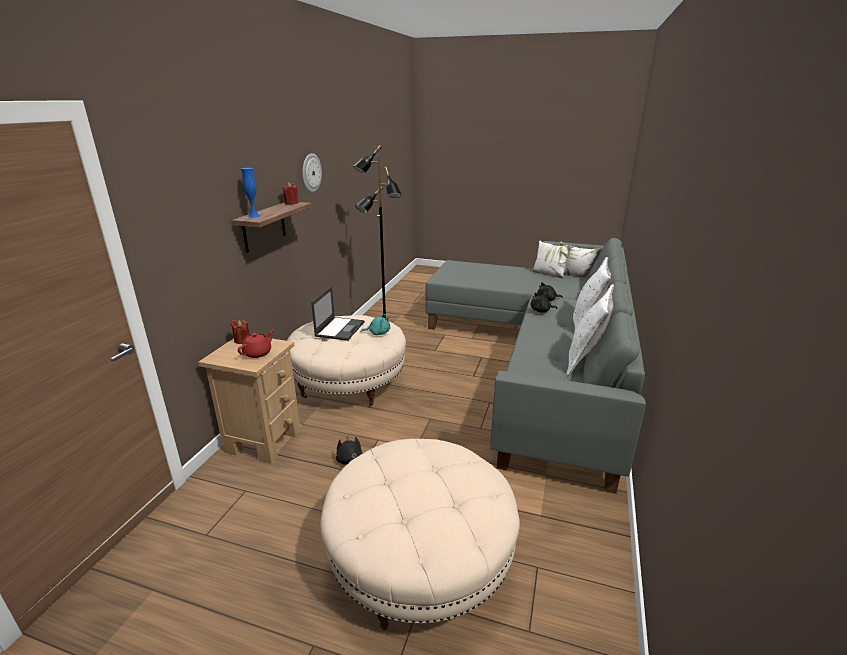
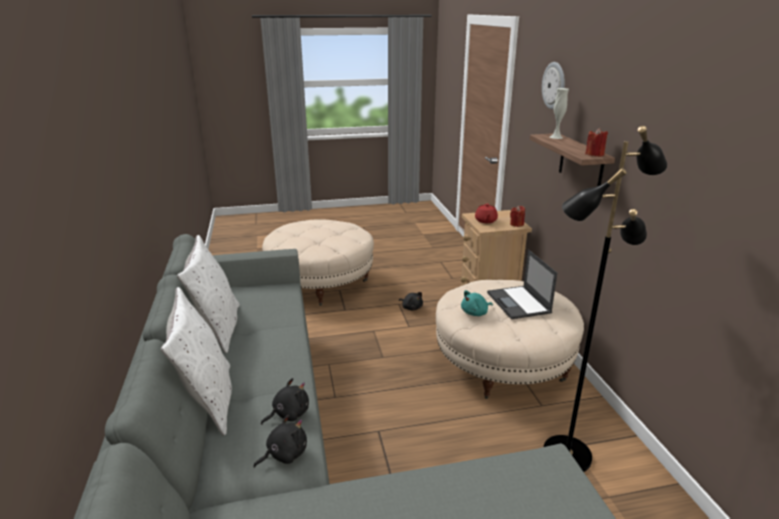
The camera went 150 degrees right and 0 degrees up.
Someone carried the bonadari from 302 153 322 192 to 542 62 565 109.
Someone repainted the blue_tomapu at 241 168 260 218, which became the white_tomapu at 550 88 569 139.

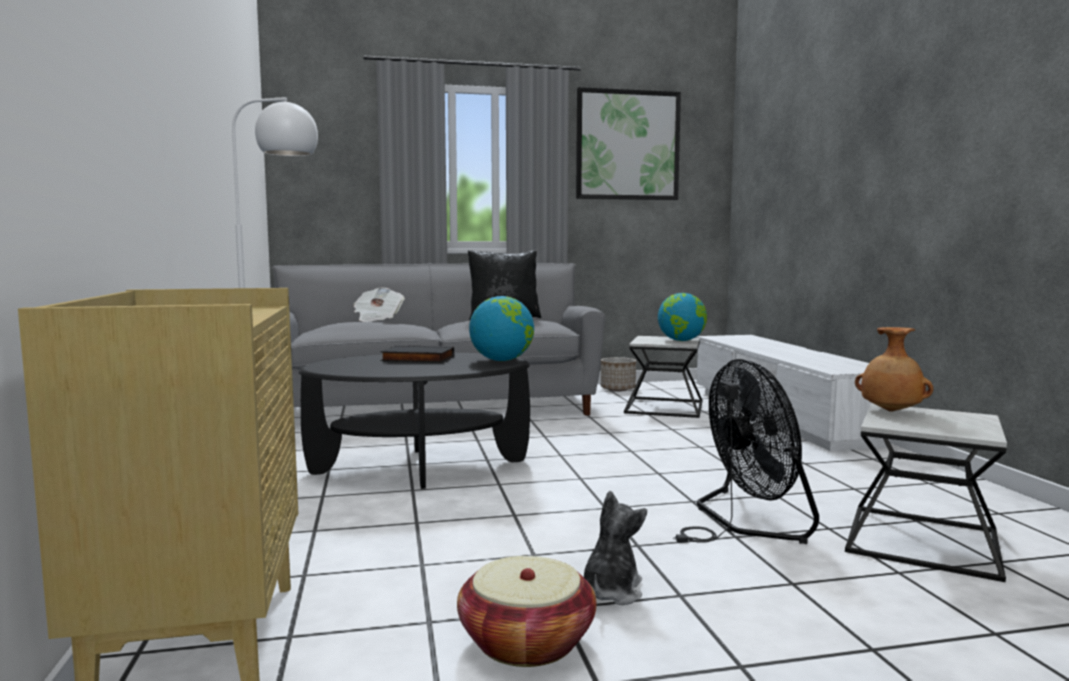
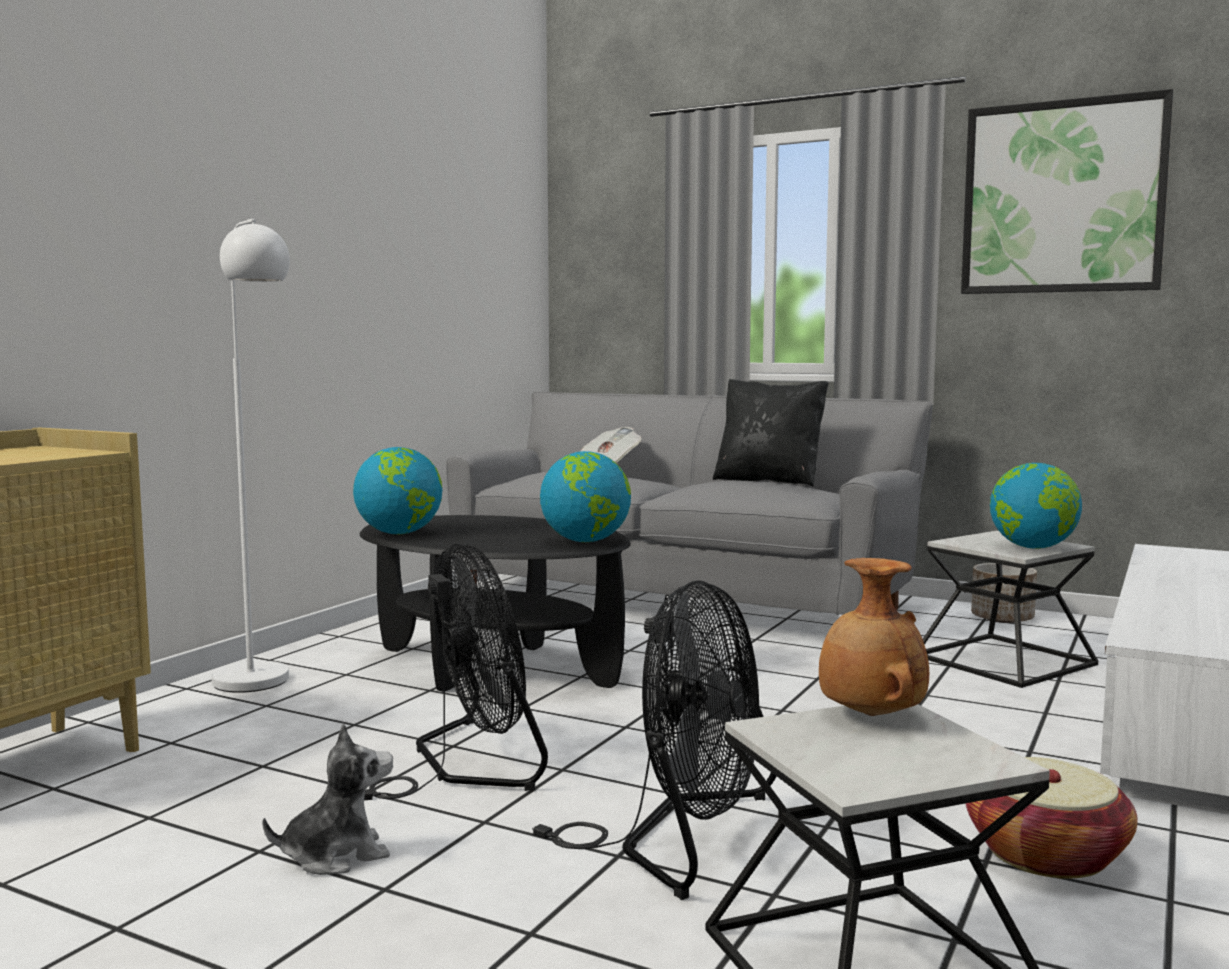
The camera went 40 degrees right and 0 degrees up.
Someone put down the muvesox at 353 447 442 534.
Someone put down the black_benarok at 364 543 548 800.
Someone carried the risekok from 457 556 596 667 to 966 757 1138 879.
Someone took away the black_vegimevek at 380 345 454 363.

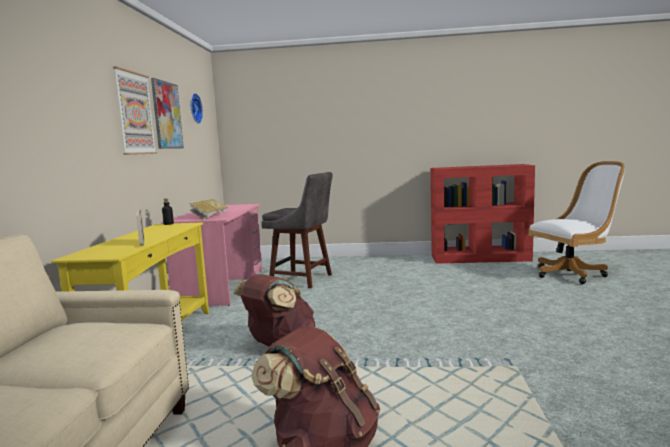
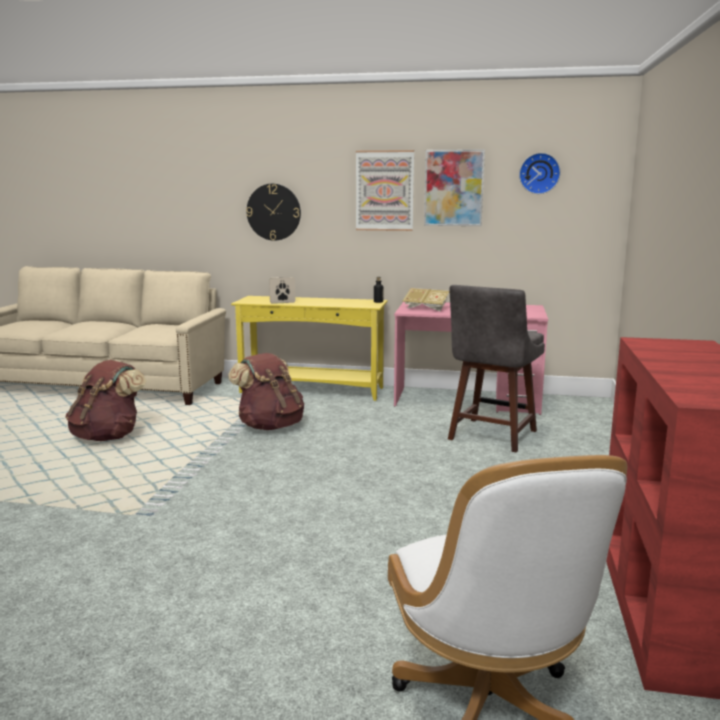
The camera went 95 degrees right and 5 degrees up.
Someone put up the bonadari at 246 184 301 241.

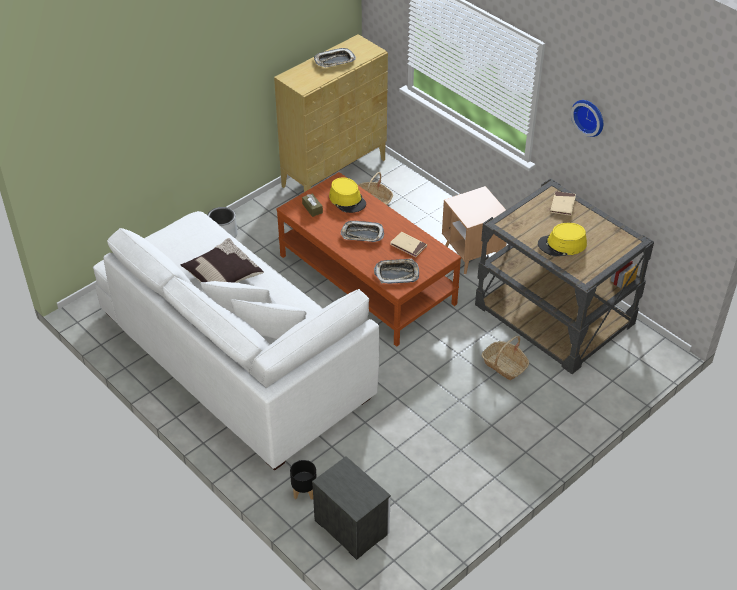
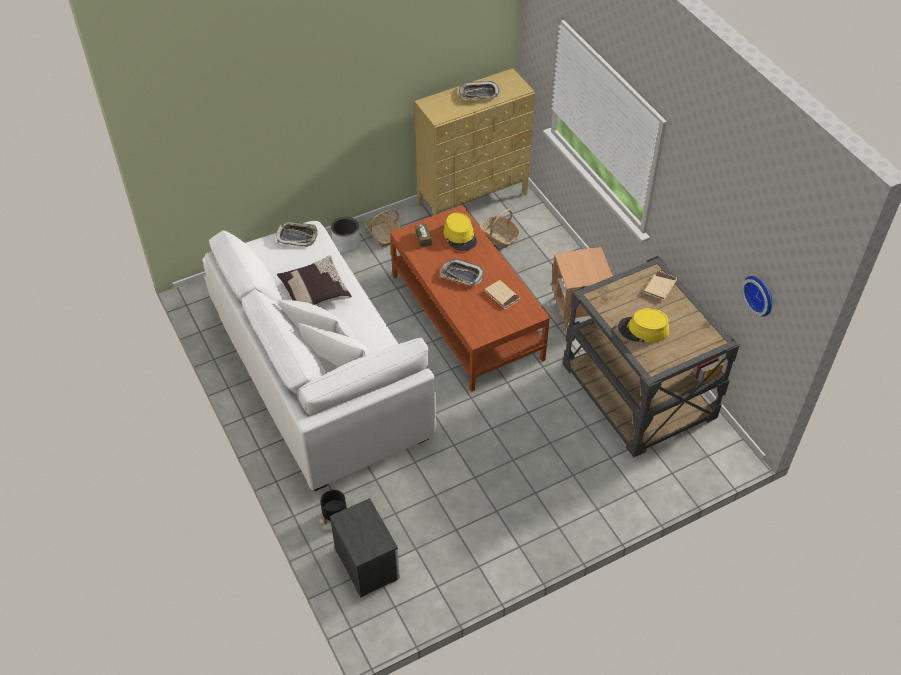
The camera went 15 degrees right and 5 degrees up.
Someone carried the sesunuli from 374 258 419 284 to 276 222 318 247.
Someone carried the risekok from 481 336 529 380 to 365 209 401 247.
Someone carried the bonadari from 571 100 603 137 to 742 276 772 317.

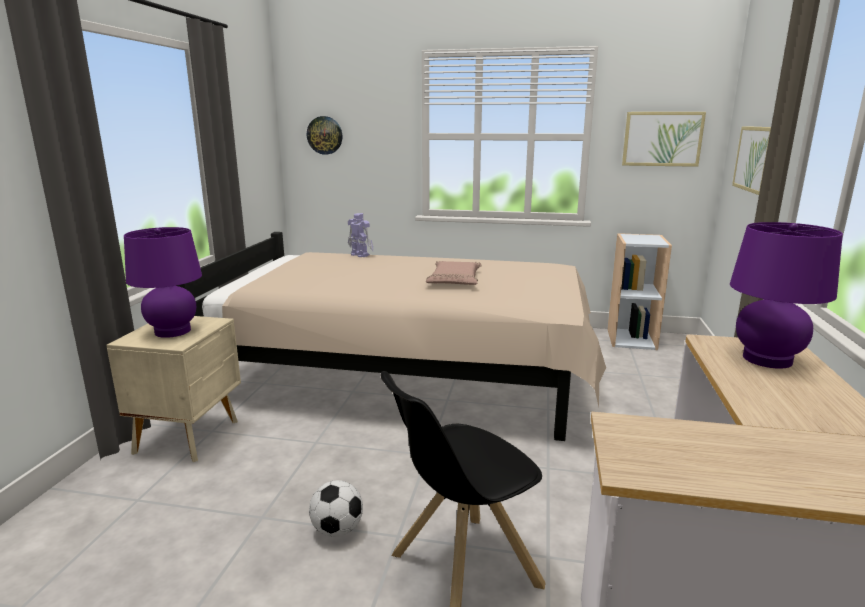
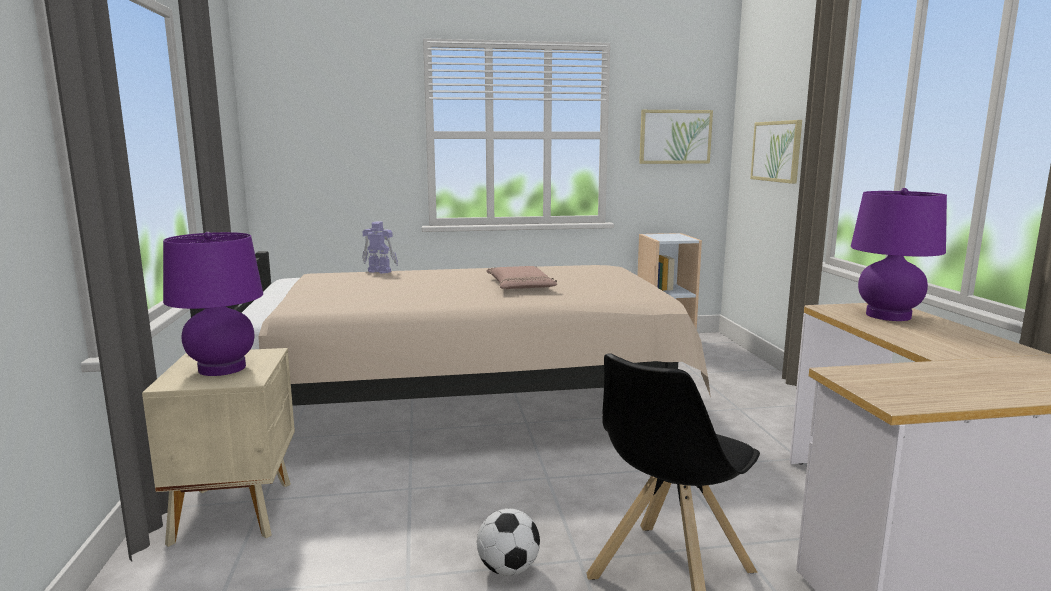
The camera went 20 degrees left and 5 degrees down.
Someone took away the bonadari at 307 116 342 155.

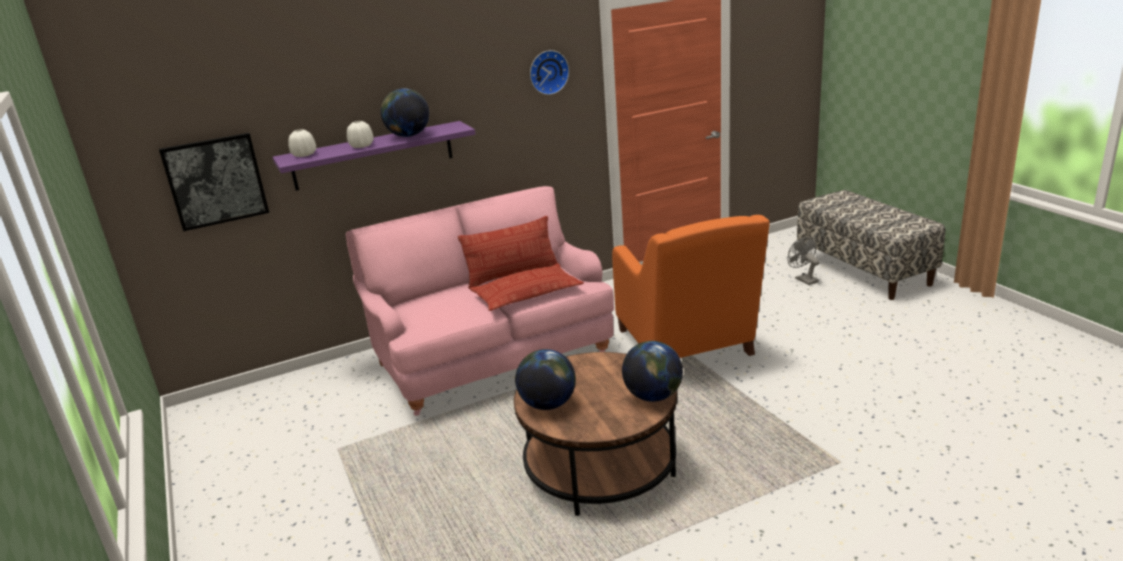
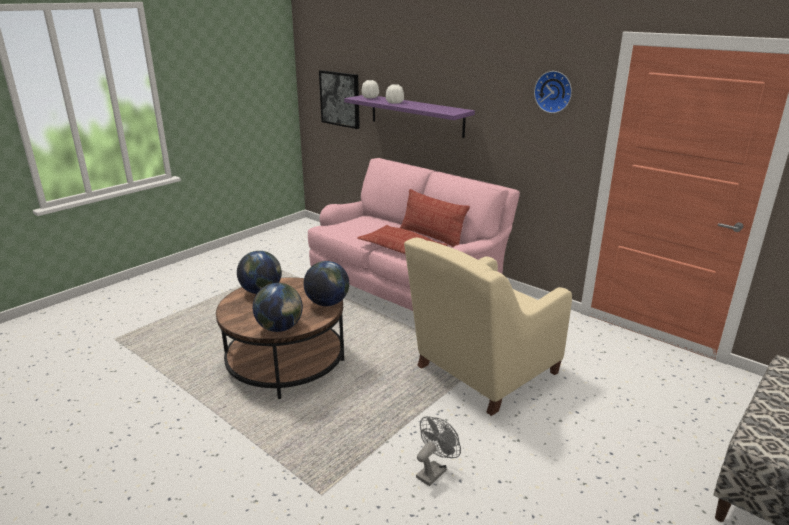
The camera went 65 degrees right and 0 degrees up.
Someone carried the muvesox from 381 89 429 137 to 304 261 349 306.
Someone repainted the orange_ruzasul at 612 215 770 358, which became the beige_ruzasul at 404 238 572 416.
Someone carried the grey_benarok from 788 236 820 285 to 416 416 461 486.

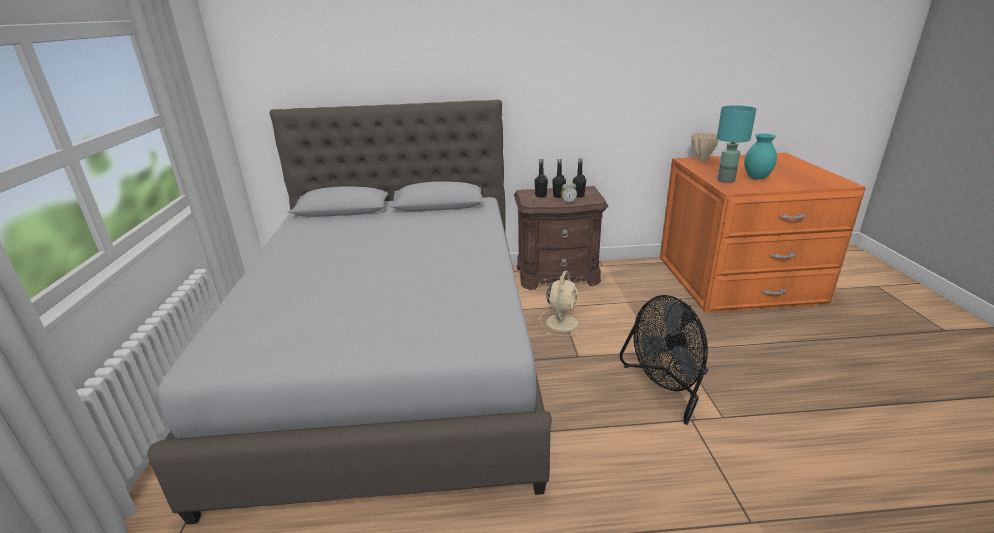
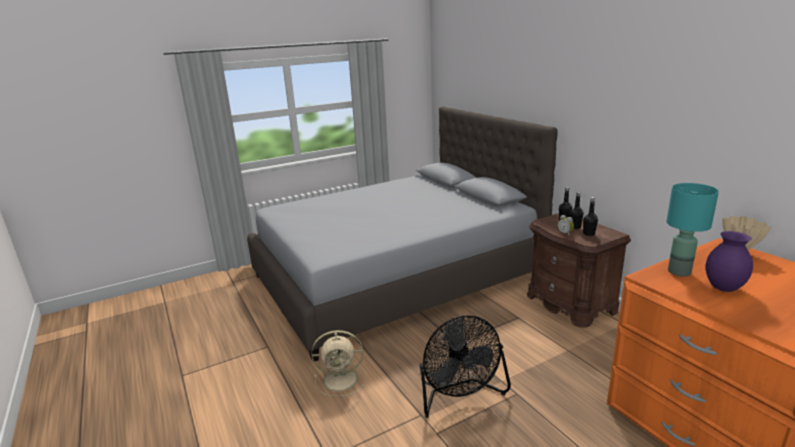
The camera went 65 degrees right and 5 degrees down.
Someone carried the beige_benarok from 539 271 587 336 to 311 330 366 397.
Someone rotated the black_benarok at 620 295 709 425 by 150 degrees counterclockwise.
Someone repainted the turquoise_tomapu at 744 133 777 180, which became the purple_tomapu at 706 231 753 292.

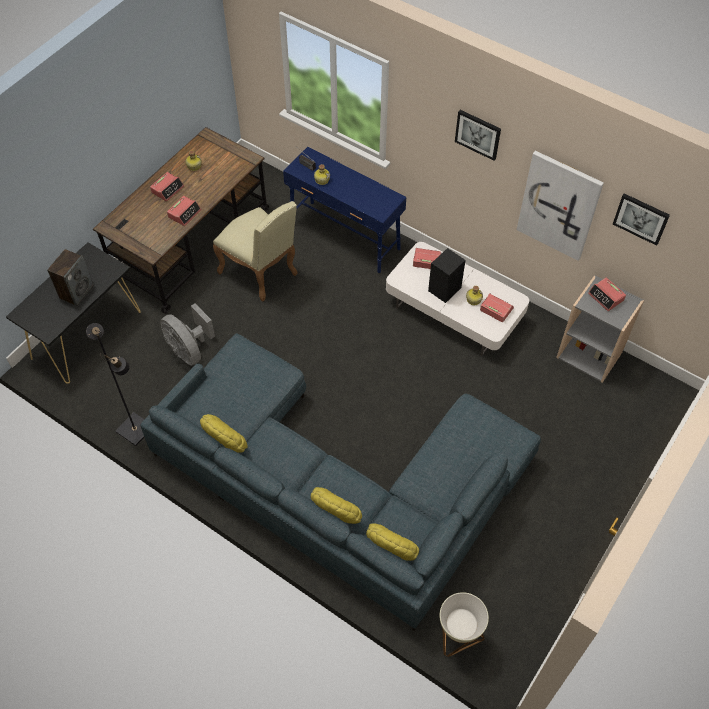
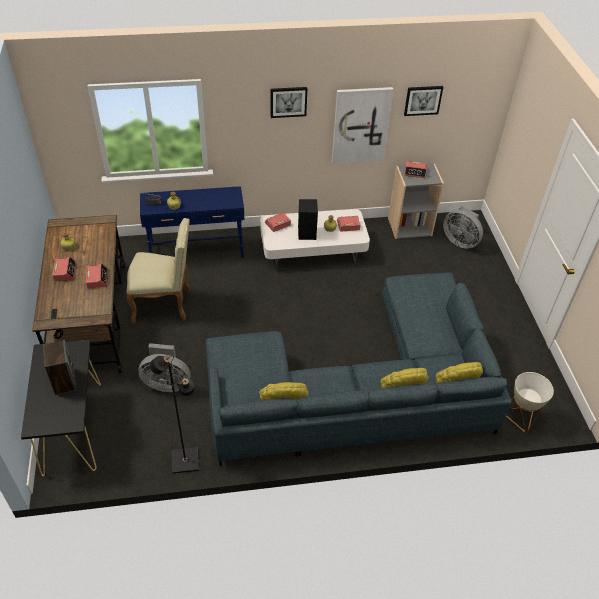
The camera went 45 degrees left and 10 degrees down.
Someone put down the grey_benarok at 443 206 483 249.

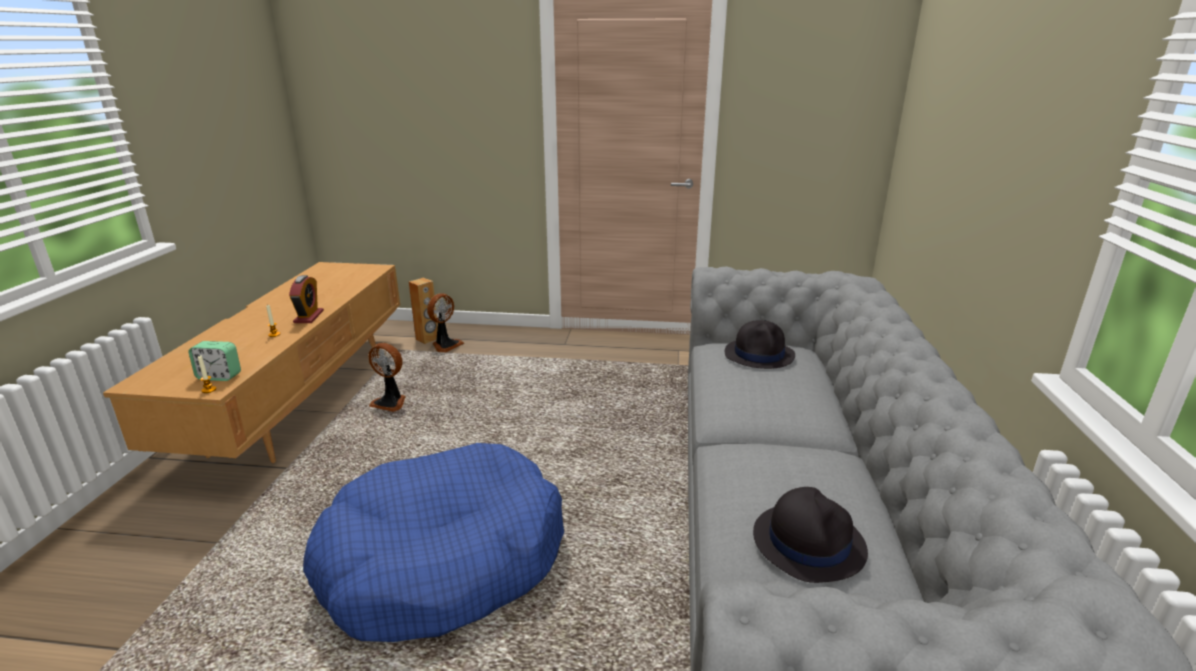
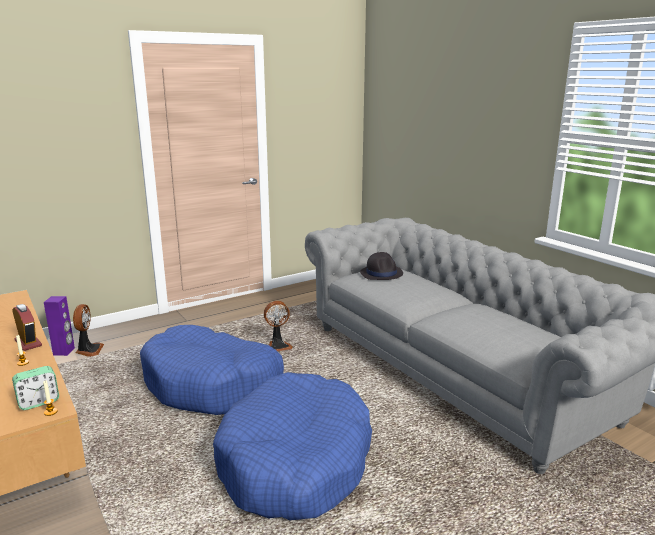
The camera went 40 degrees left and 5 degrees down.
Someone repainted the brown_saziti at 409 278 438 344, which became the purple_saziti at 44 296 75 356.
Someone put down the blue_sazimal at 140 325 284 415.
Someone carried the benarok from 368 343 406 412 to 264 301 293 351.
Someone took away the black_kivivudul at 753 487 868 583.

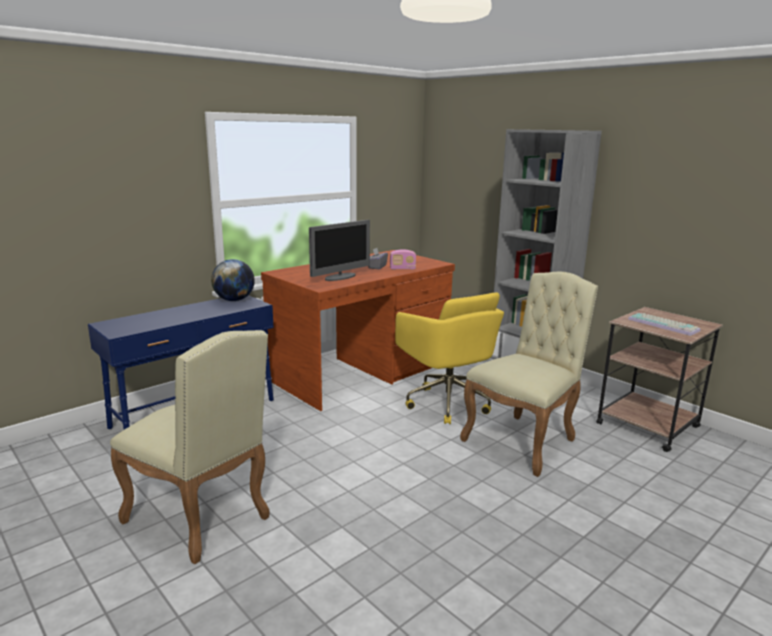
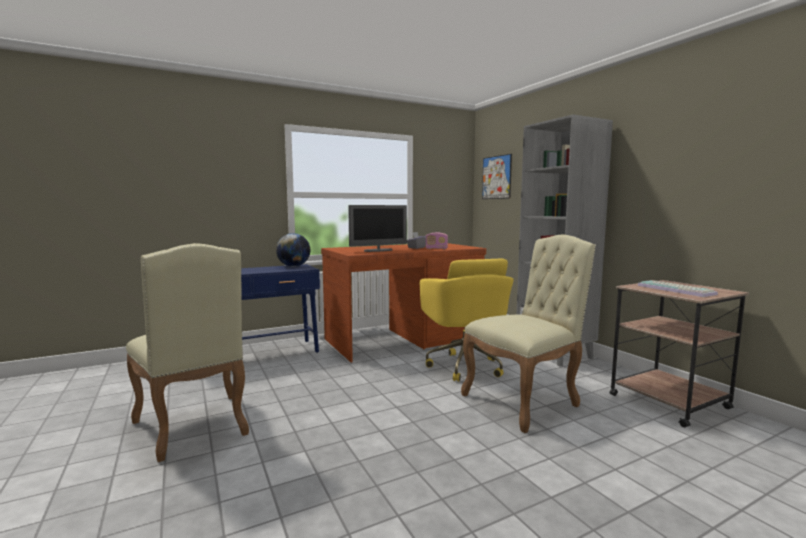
The camera went 15 degrees right and 10 degrees down.
Someone put up the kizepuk at 482 154 512 199.

